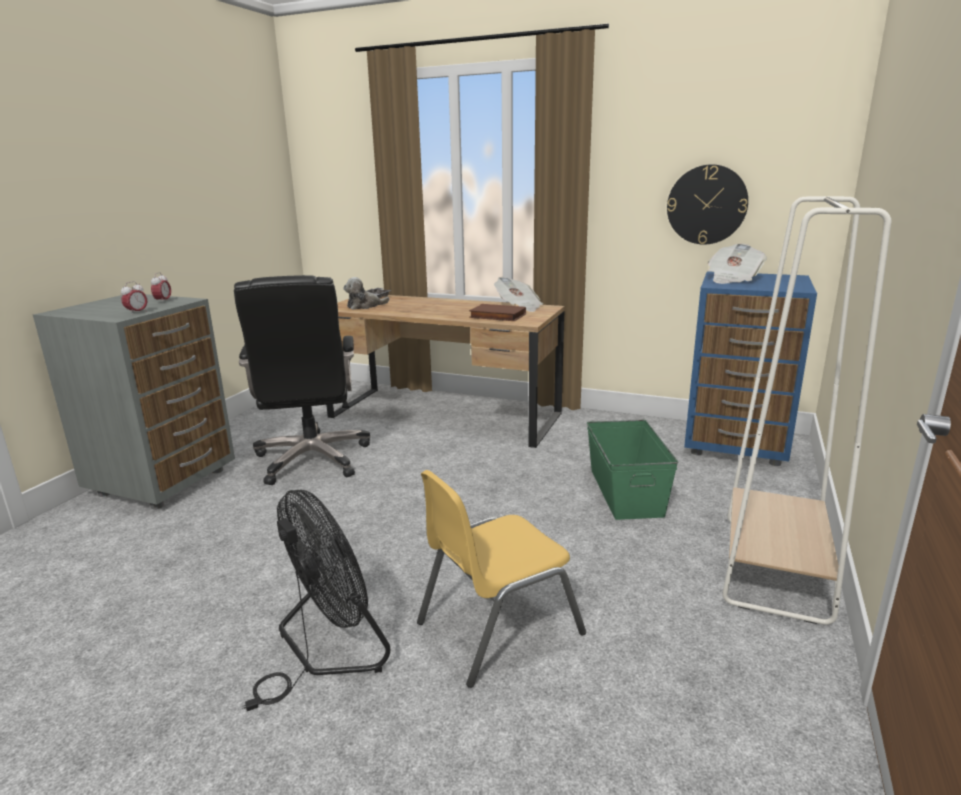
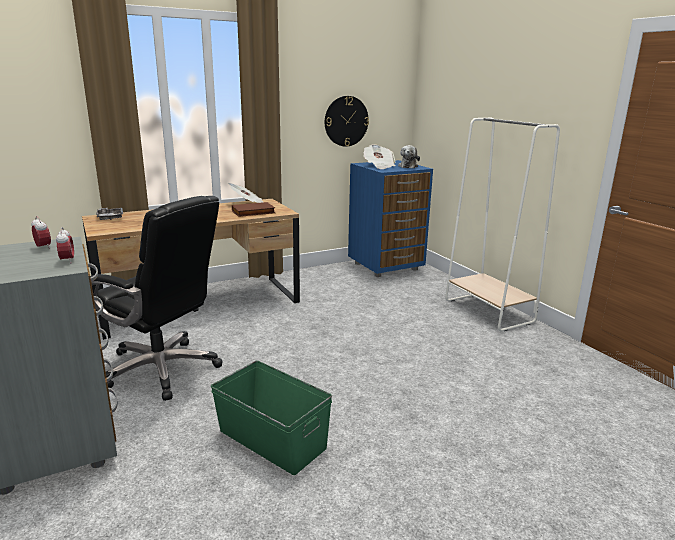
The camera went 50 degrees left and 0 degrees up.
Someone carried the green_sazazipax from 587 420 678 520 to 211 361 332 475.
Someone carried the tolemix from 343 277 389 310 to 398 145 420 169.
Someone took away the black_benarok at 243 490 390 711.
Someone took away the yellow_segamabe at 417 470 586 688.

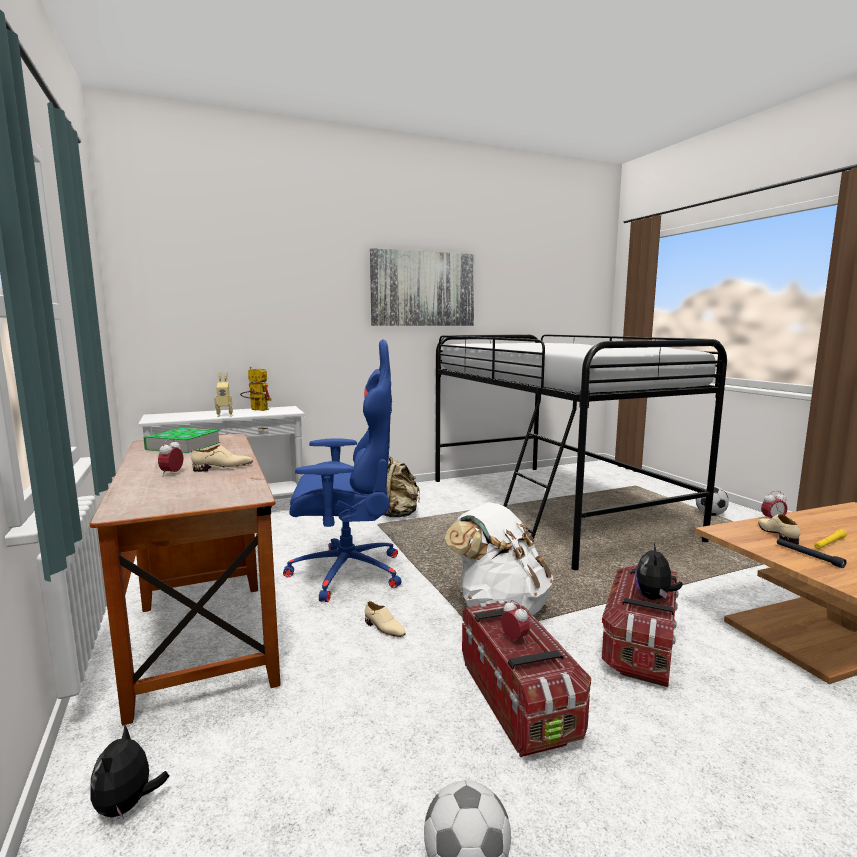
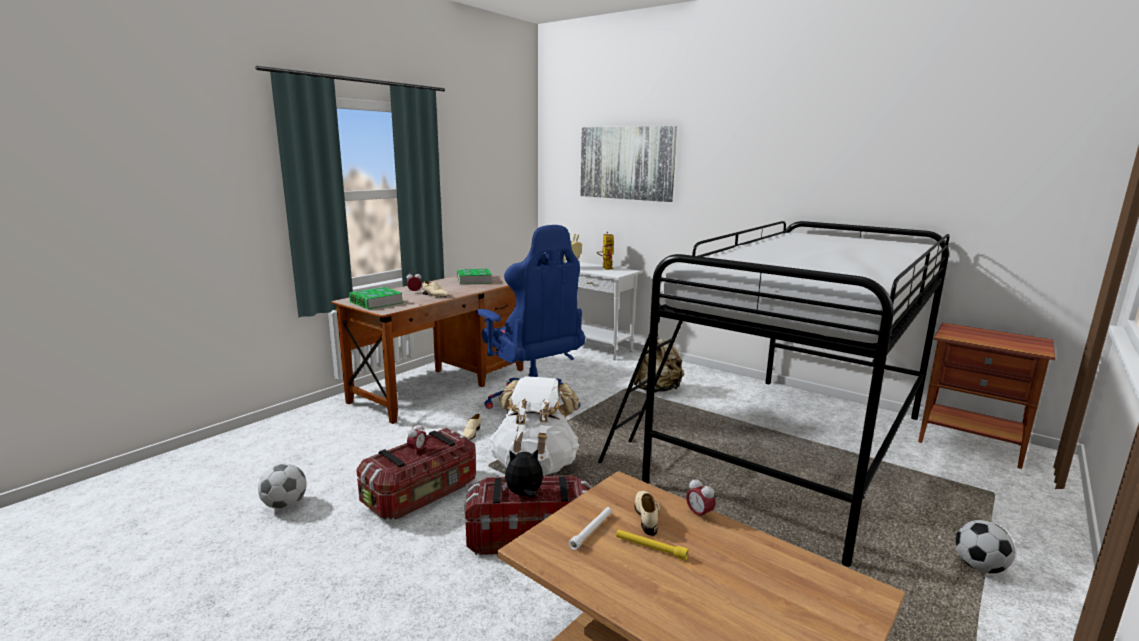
The camera went 60 degrees right and 5 degrees up.
Someone put down the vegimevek at 349 287 403 309.
Someone repainted the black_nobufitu at 777 539 847 568, which became the white_nobufitu at 568 507 612 550.
Someone carried the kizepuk from 370 248 475 326 to 581 126 677 202.
Someone rotated the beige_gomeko at 758 514 800 545 by 60 degrees counterclockwise.
Someone put down the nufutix at 918 323 1055 469.
Someone took away the tolemix at 90 725 169 819.

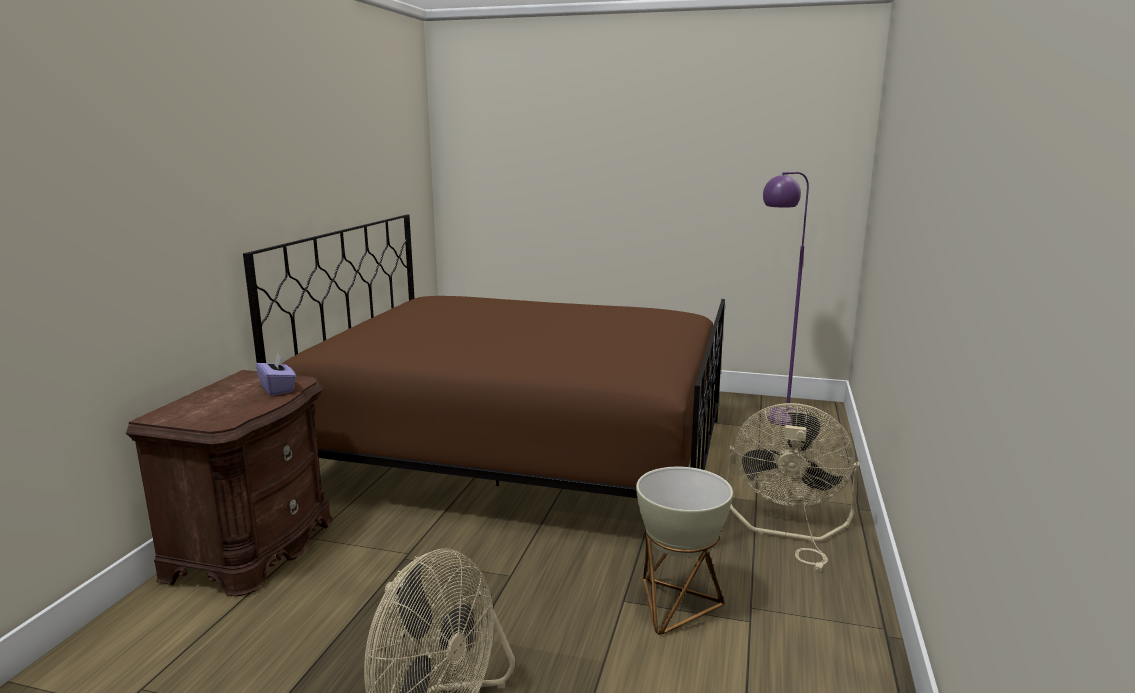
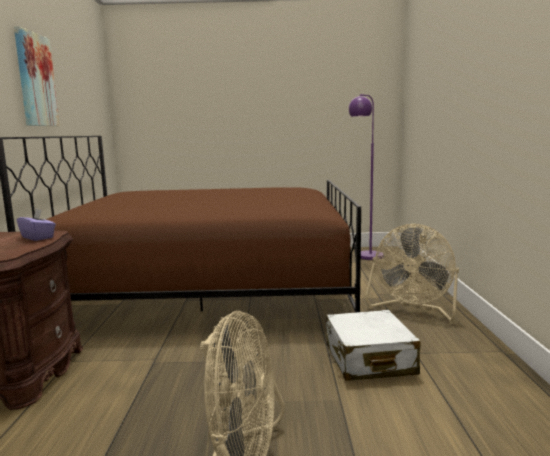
The camera went 15 degrees left and 5 degrees down.
Someone put up the kizepuk at 14 26 59 126.
Someone swapped the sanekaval at 636 467 733 635 for the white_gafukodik at 326 310 421 381.
Someone rotated the beige_benarok at 726 403 859 572 by 150 degrees counterclockwise.

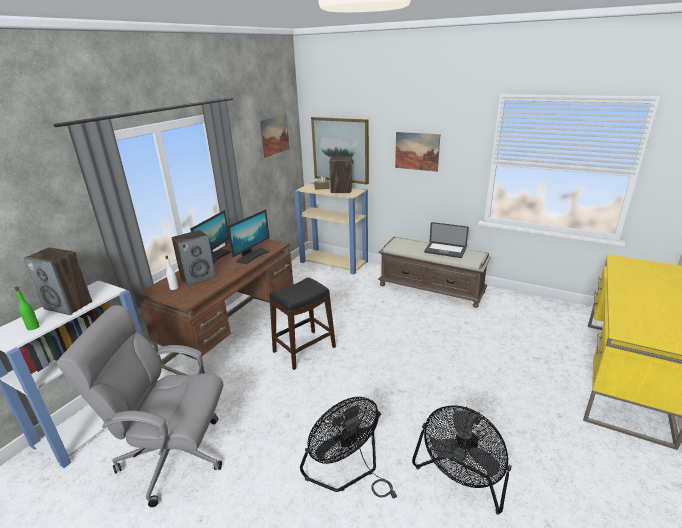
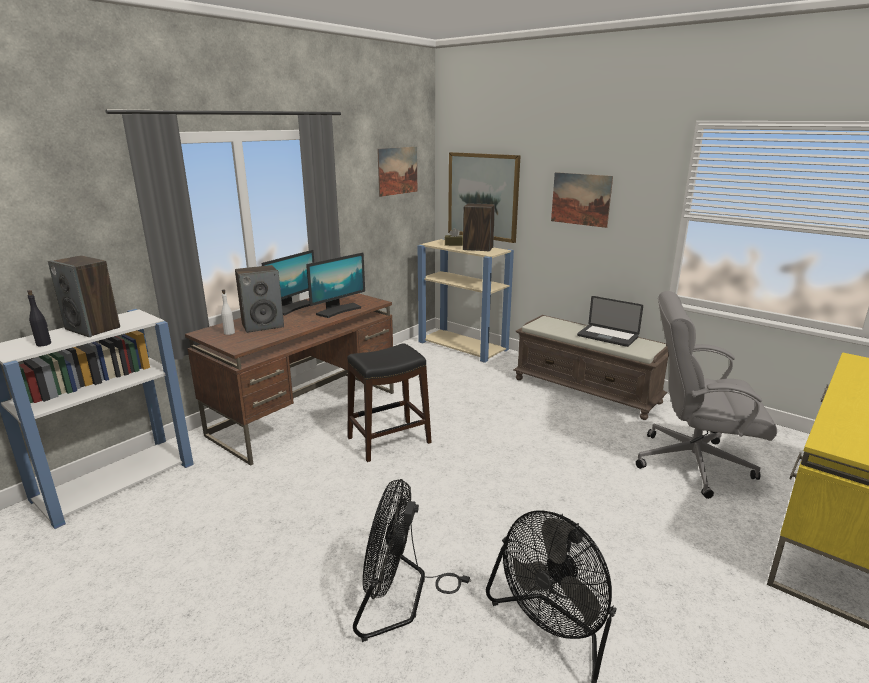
The camera went 10 degrees right and 5 degrees down.
Someone repainted the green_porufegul at 15 287 40 330, which became the black_porufegul at 27 290 51 346.
Someone rotated the black_benarok at 300 397 397 498 by 60 degrees counterclockwise.
Someone carried the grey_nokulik from 57 305 223 507 to 636 291 777 499.

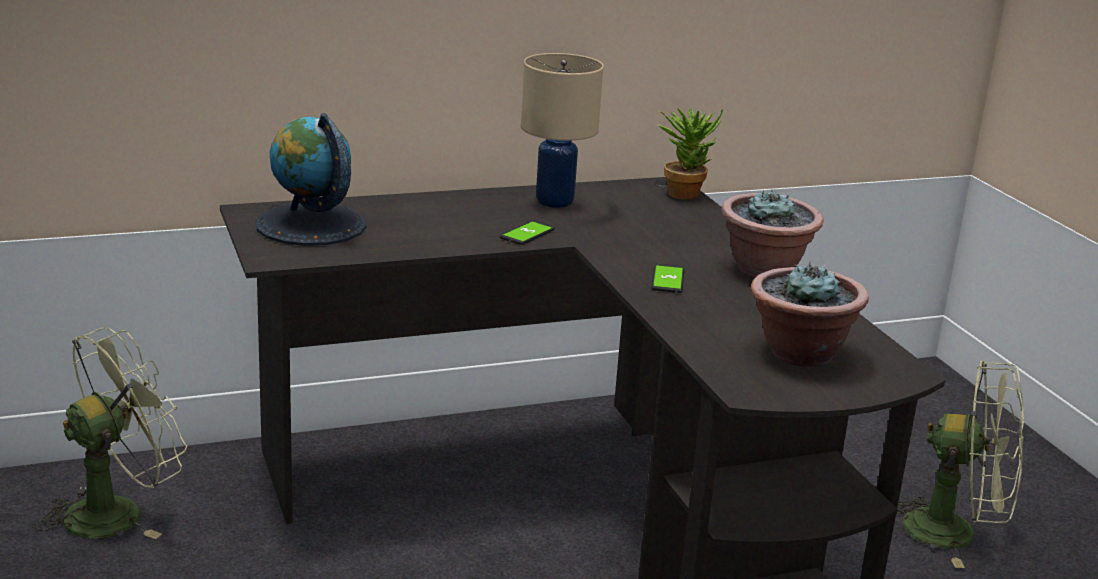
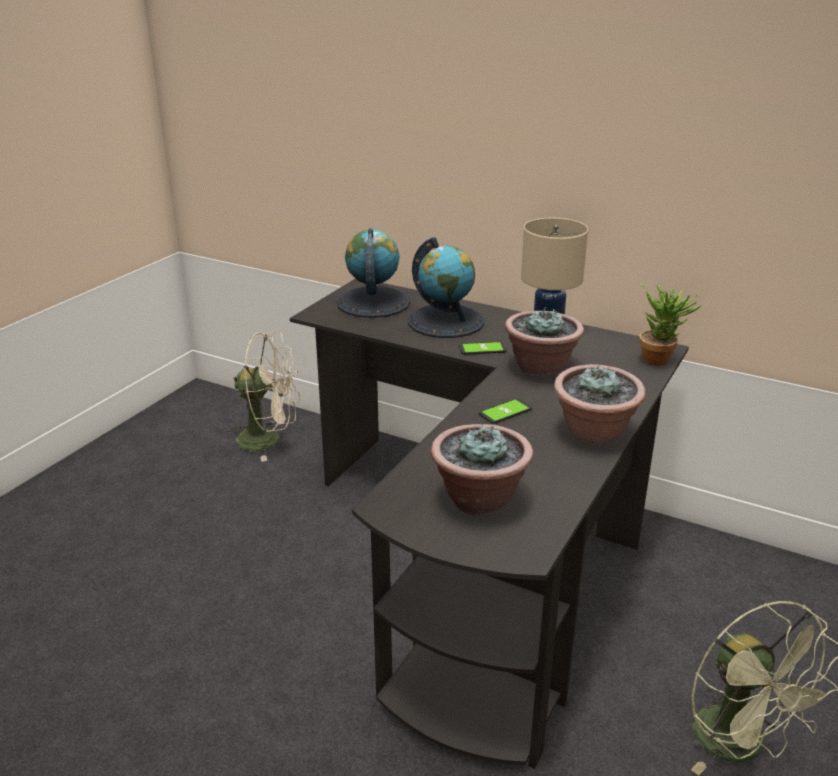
The camera went 50 degrees right and 5 degrees up.
Someone repainted the green_benarok at 36 327 187 539, which became the beige_benarok at 228 332 300 462.
Someone put down the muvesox at 408 237 484 338.
Someone put down the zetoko at 505 307 584 377.

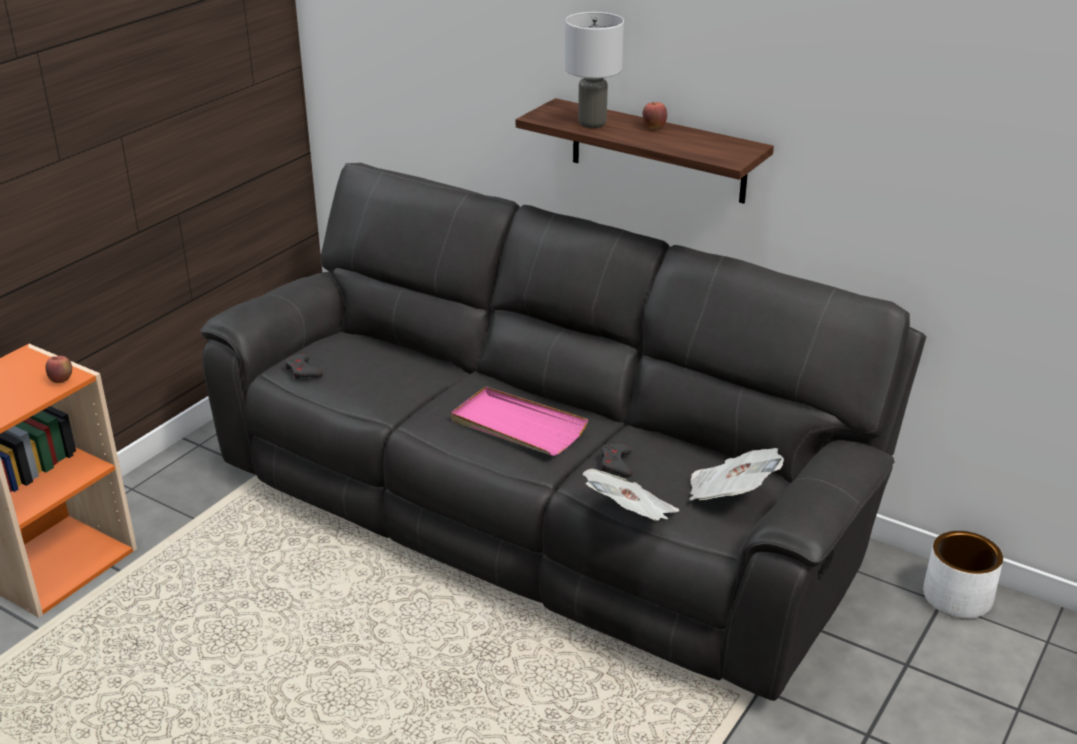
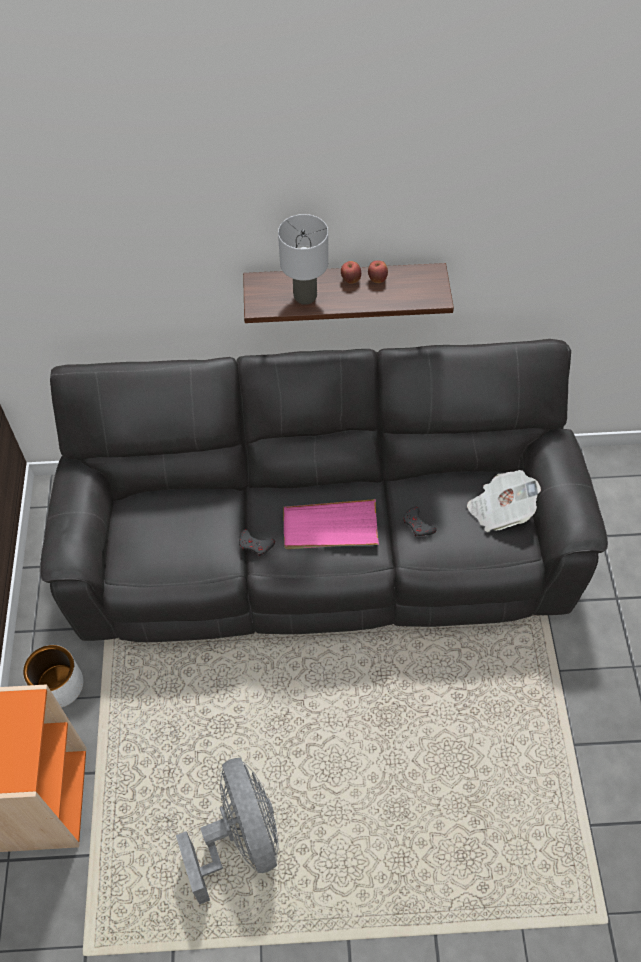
The camera went 35 degrees left and 25 degrees up.
Someone carried the white_sanekaval from 923 531 1003 619 to 23 645 83 708.
Someone put down the grey_benarok at 176 758 278 904.
Someone carried the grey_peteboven from 285 353 323 380 to 239 529 275 556.
Someone carried the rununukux from 45 356 72 383 to 368 260 388 283.
Someone took away the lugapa at 583 469 680 521.

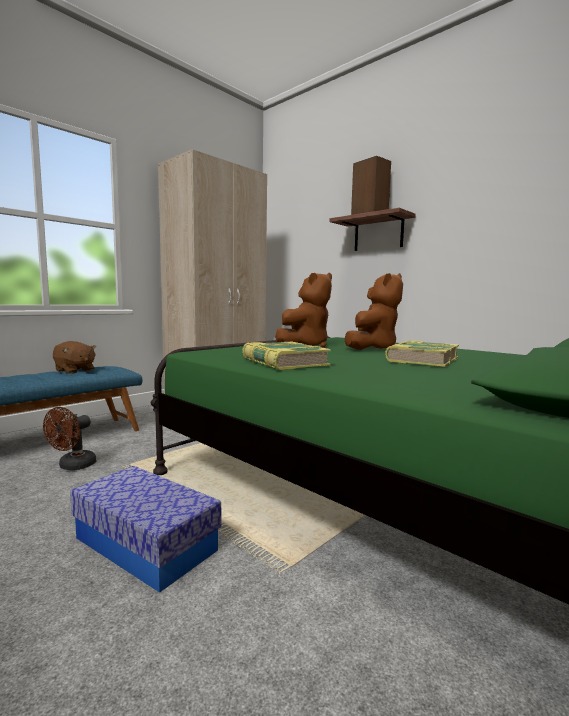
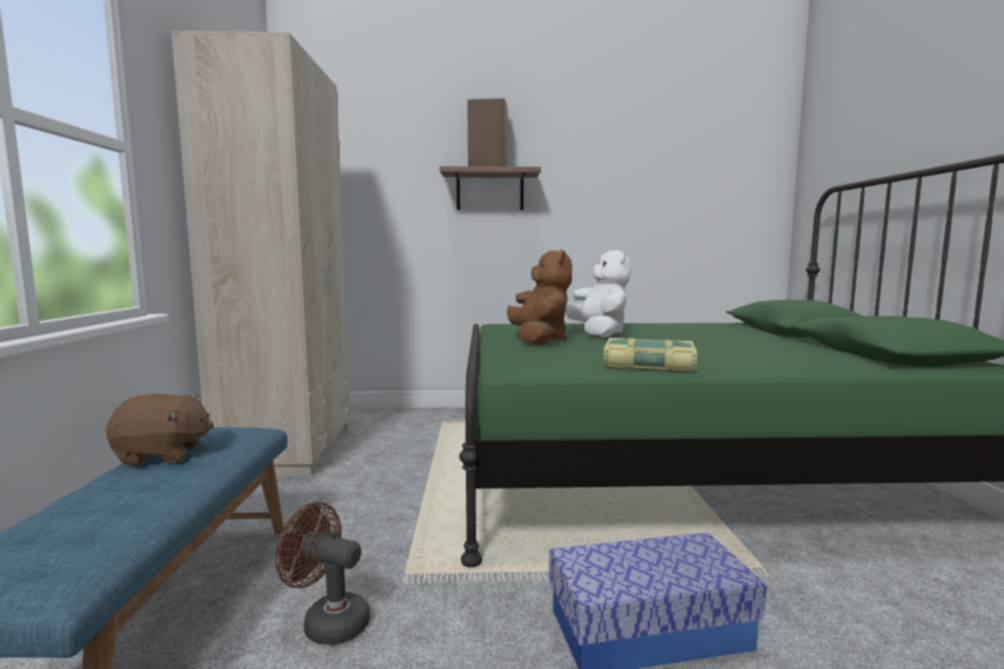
The camera went 45 degrees left and 0 degrees up.
Someone rotated the brown_benarok at 43 407 96 470 by 135 degrees clockwise.
Someone repainted the brown_tolemix at 345 273 403 350, which became the white_tolemix at 566 249 631 337.
Someone took away the vegimevek at 385 340 459 367.

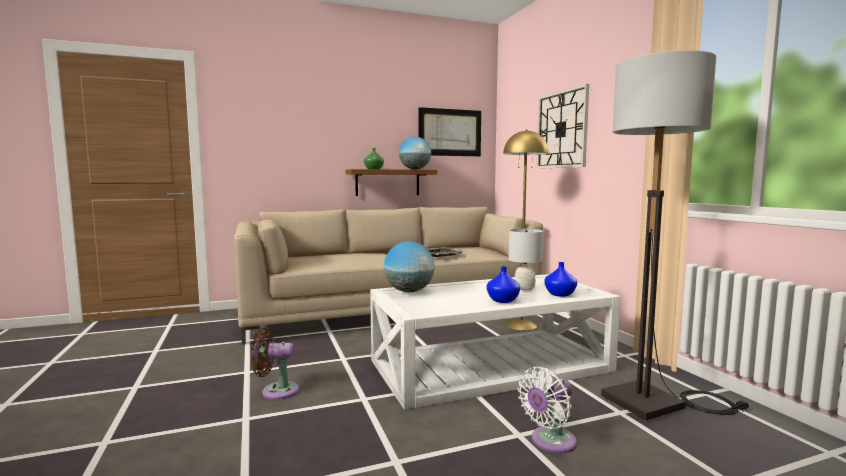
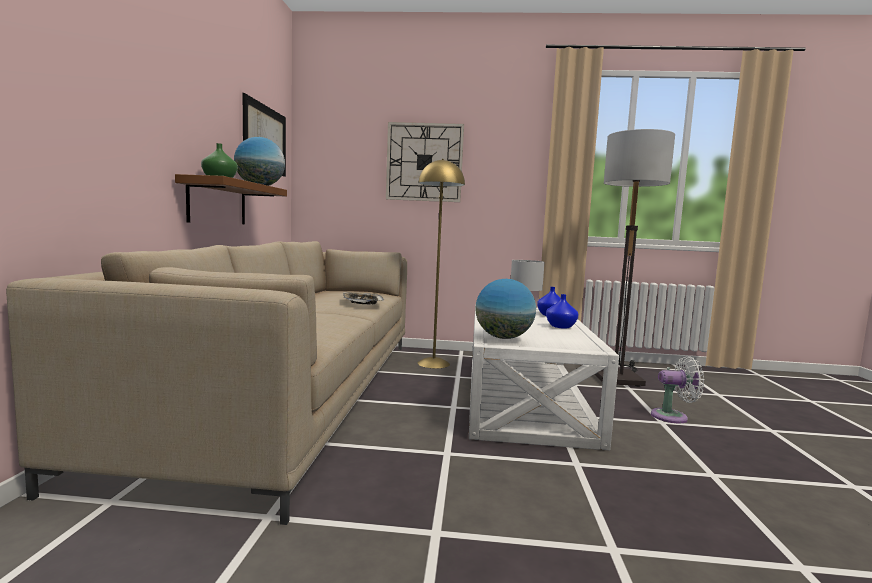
The camera went 65 degrees left and 0 degrees up.
Someone rotated the white_benarok at 518 367 577 453 by 75 degrees counterclockwise.
Someone took away the brown_benarok at 251 328 299 400.

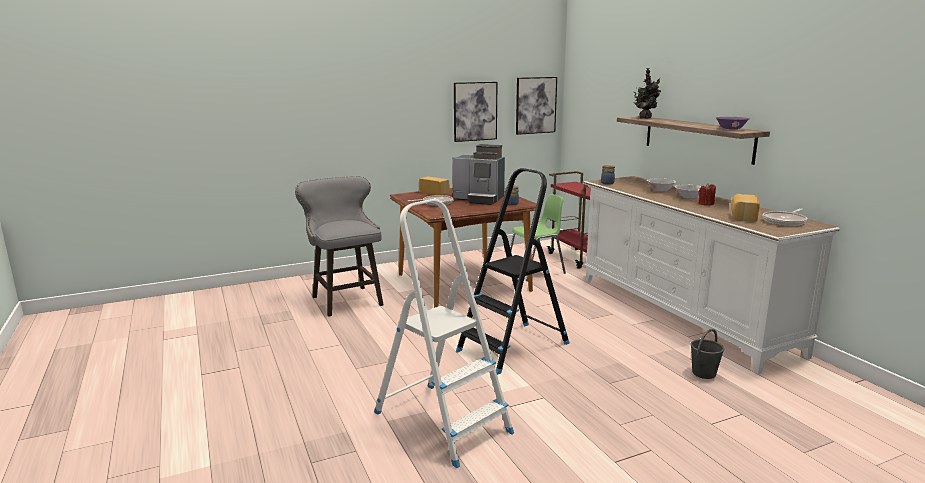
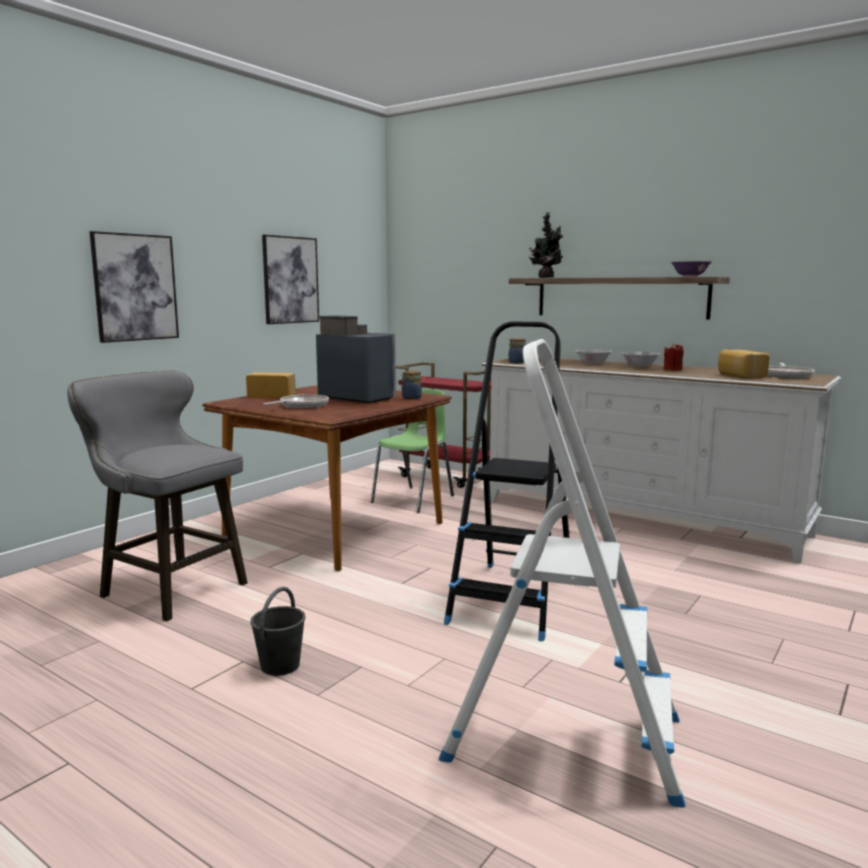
The camera went 30 degrees left and 5 degrees down.
Someone carried the kizepuk from 516 77 557 135 to 90 231 179 343.
Someone carried the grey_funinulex from 691 329 724 379 to 250 587 305 676.
Someone rotated the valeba at 453 144 505 205 by 135 degrees counterclockwise.

